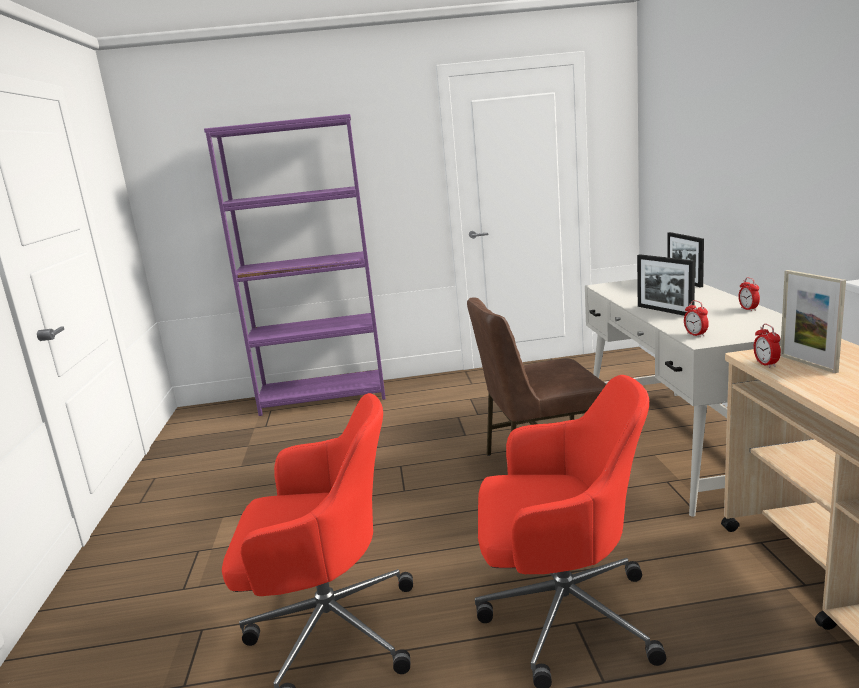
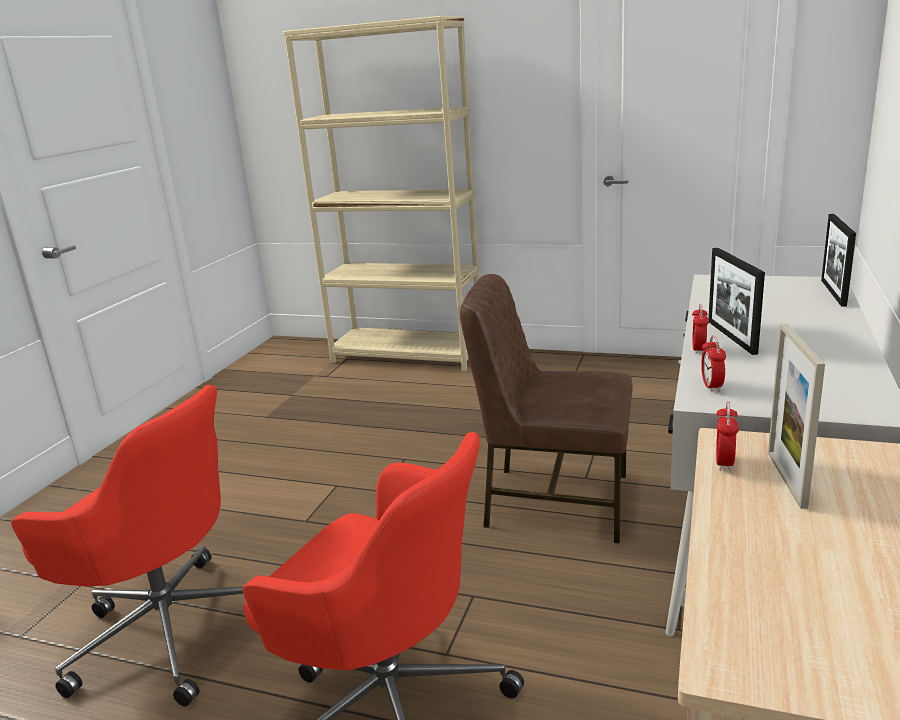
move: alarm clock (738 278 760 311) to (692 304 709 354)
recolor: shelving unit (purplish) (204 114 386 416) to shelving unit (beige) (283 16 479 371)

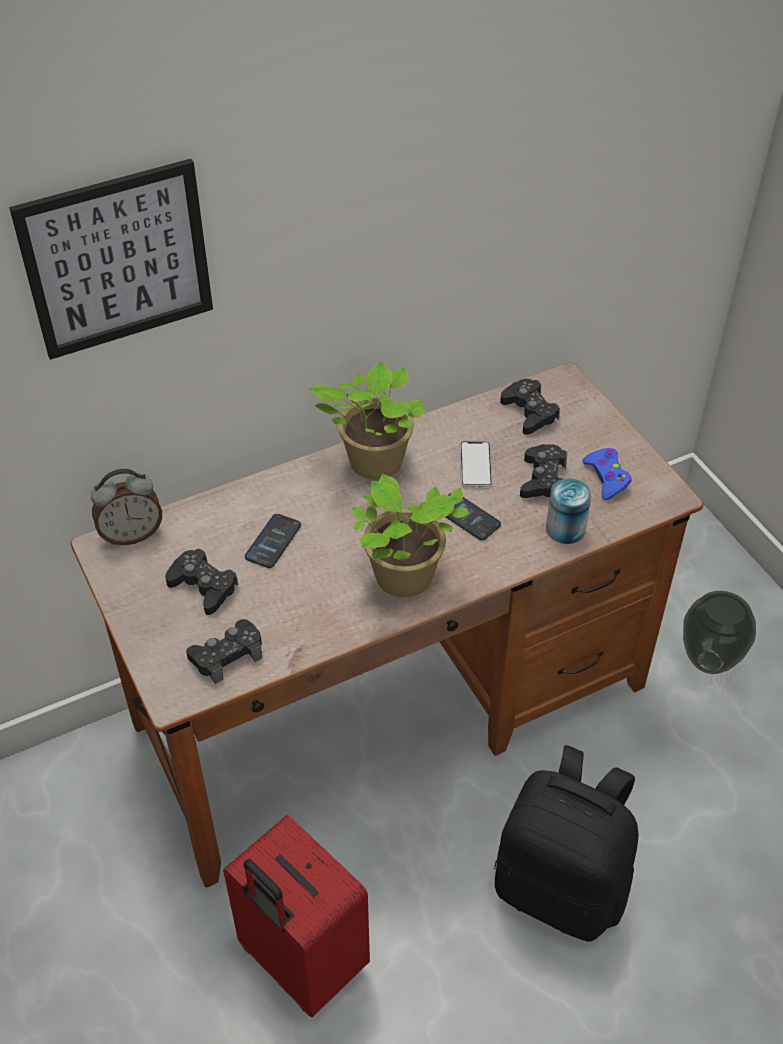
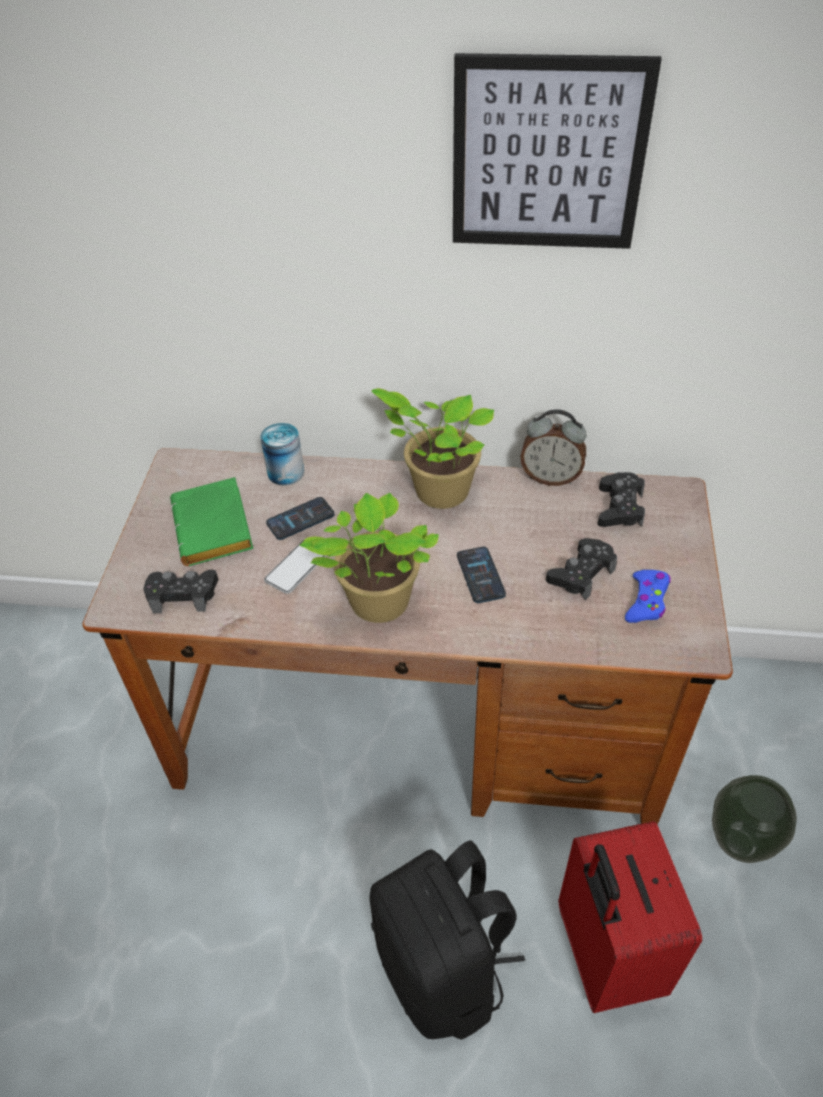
move: picture (9 159 213 360) to (453 53 662 249); telephone (460 441 492 487) to (264 540 327 594); alarm clock (91 469 162 545) to (521 409 586 486); can (546 478 592 544) to (260 423 304 485); travel case (red-coloured) (223 815 370 1017) to (558 821 702 1013)
replace: game controller (blackish) (165 549 238 615) to bound book (greenish) (170 477 253 566)

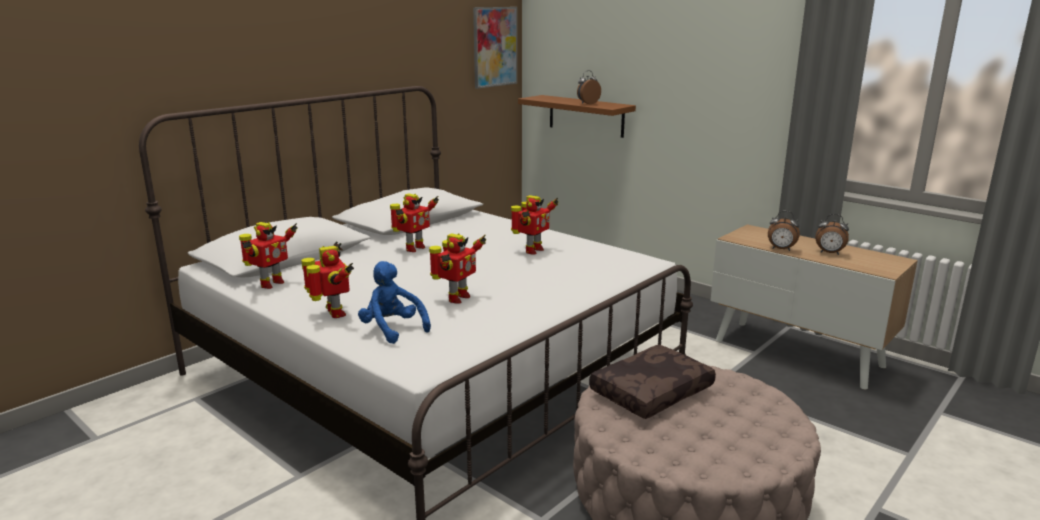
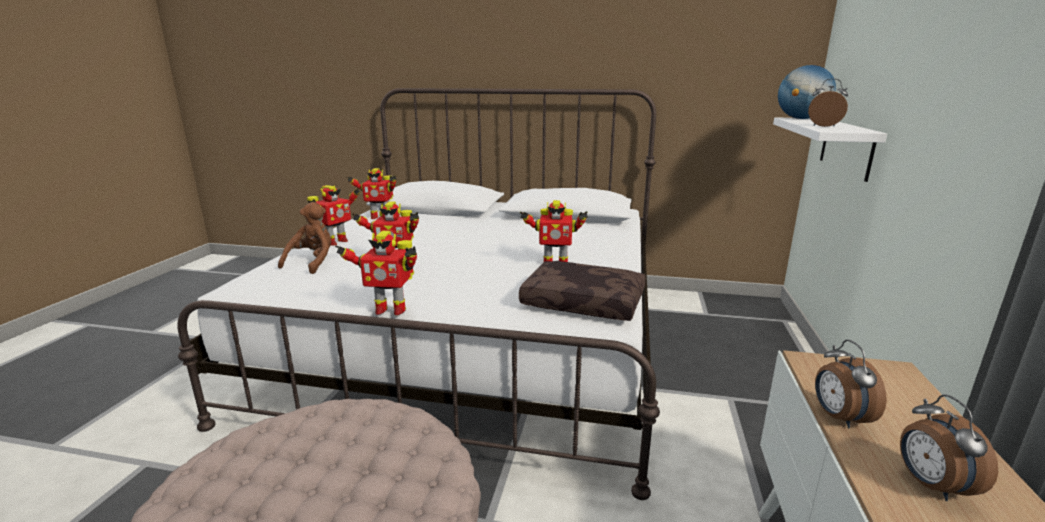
delete: picture (473 7 517 89)
insert: desk globe (778 65 836 119)
move: model robot (390 193 439 252) to (335 231 417 315); pillow (brown-coloured) (589 345 716 419) to (519 261 646 321)
recolor: shelf (brown-coloured) (518 95 636 138) to shelf (white-coloured) (773 118 887 182); cuddly toy (blue) (358 261 431 344) to cuddly toy (brown-coloured) (278 202 332 274)

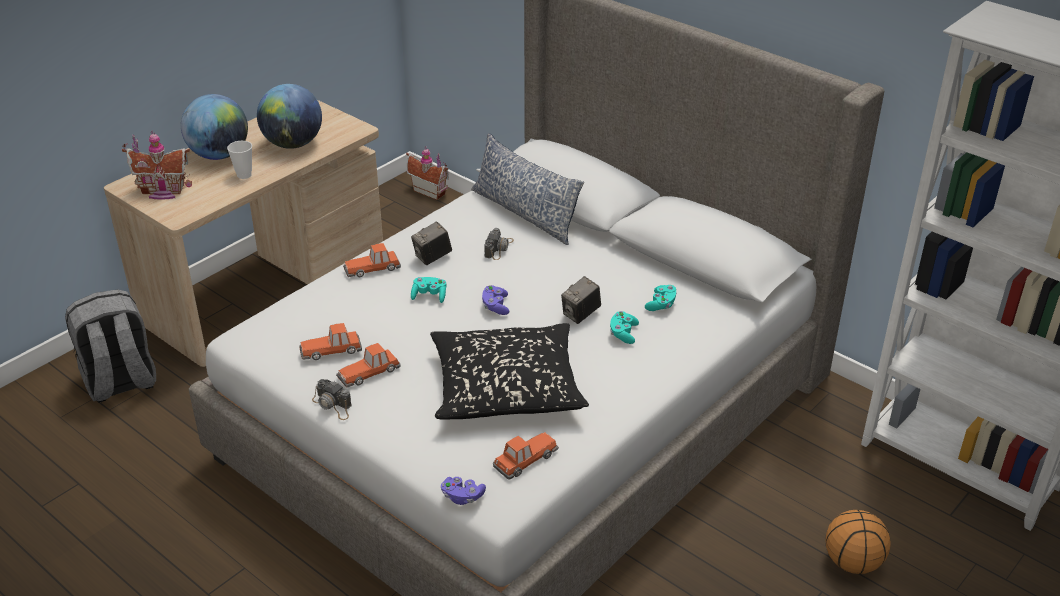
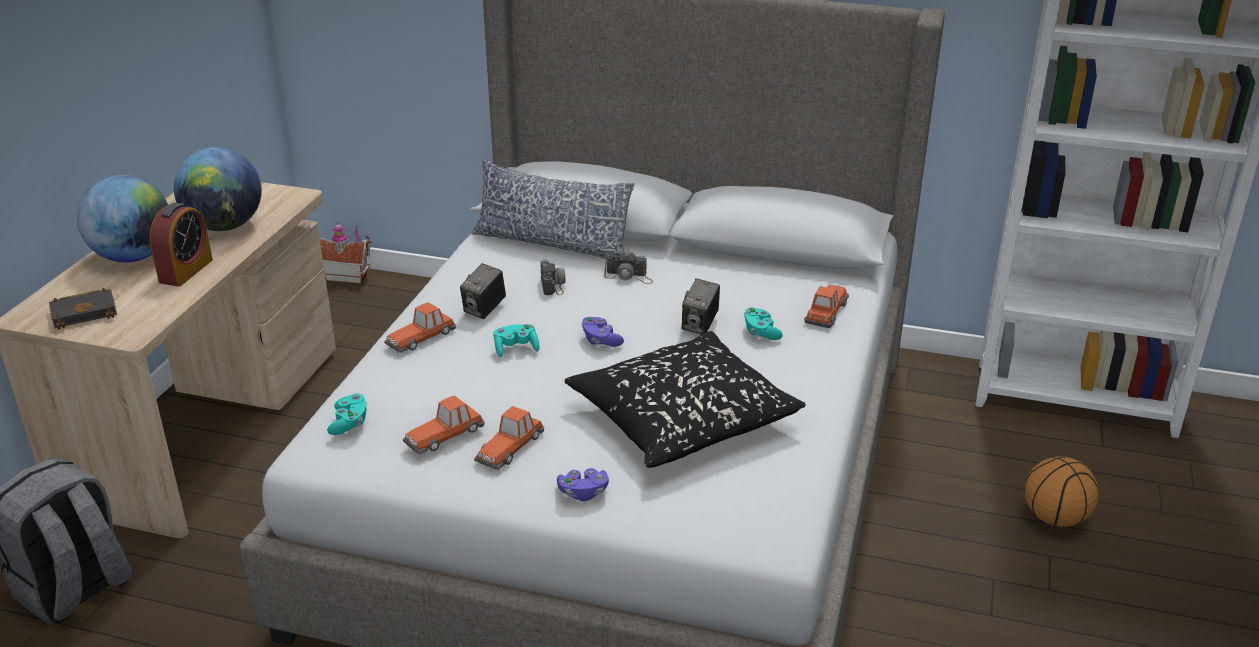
move: game controller (blue-green) (645 285 677 311) to (327 393 367 435); still camera (312 379 352 420) to (604 251 653 284); toy car (493 432 559 479) to (804 284 849 328); game controller (purplish) (441 477 486 505) to (557 468 609 501)
replace: miniature house (122 131 192 200) to bound book (blackish) (49 288 117 329); small cup (227 141 252 179) to alarm clock (150 203 213 287)

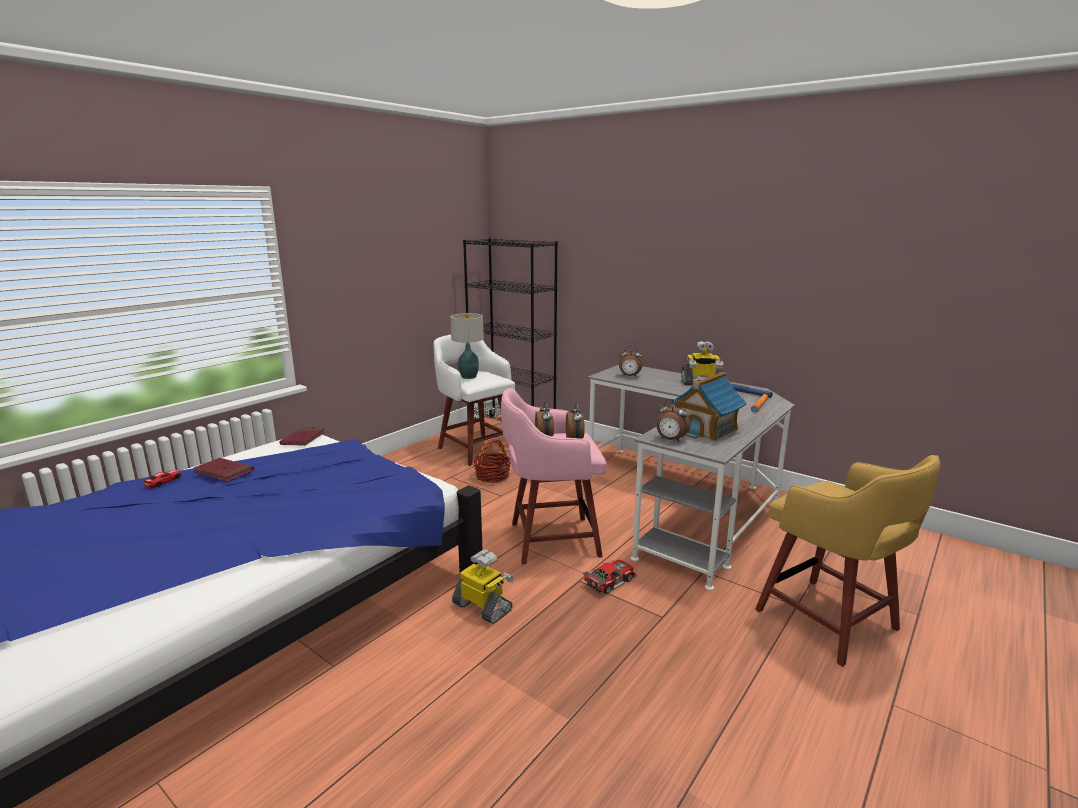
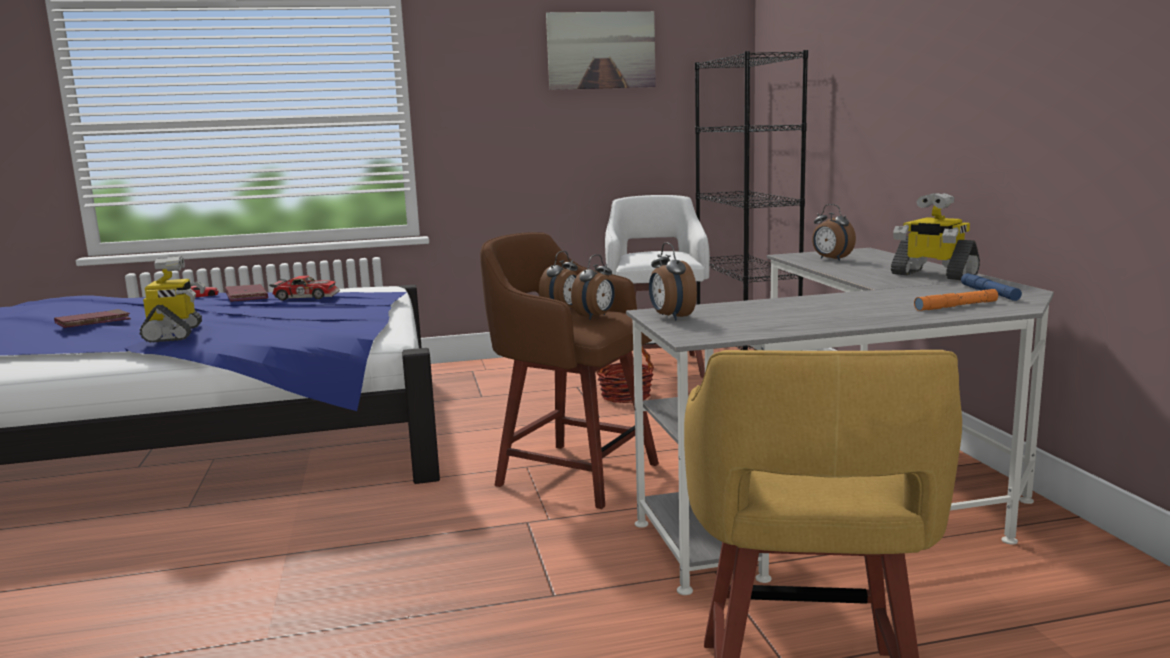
delete: table lamp (450 313 484 379); miniature house (670 372 747 441)
insert: picture (546 11 656 90)
move: bound book (red-coloured) (279 428 325 446) to (54 309 131 328); model robot (452 550 514 624) to (140 256 205 342); toy car (583 560 638 594) to (269 275 340 301)
recolor: stool seat (pink-coloured) (501 388 607 565) to stool seat (brown-coloured) (480 232 659 509)

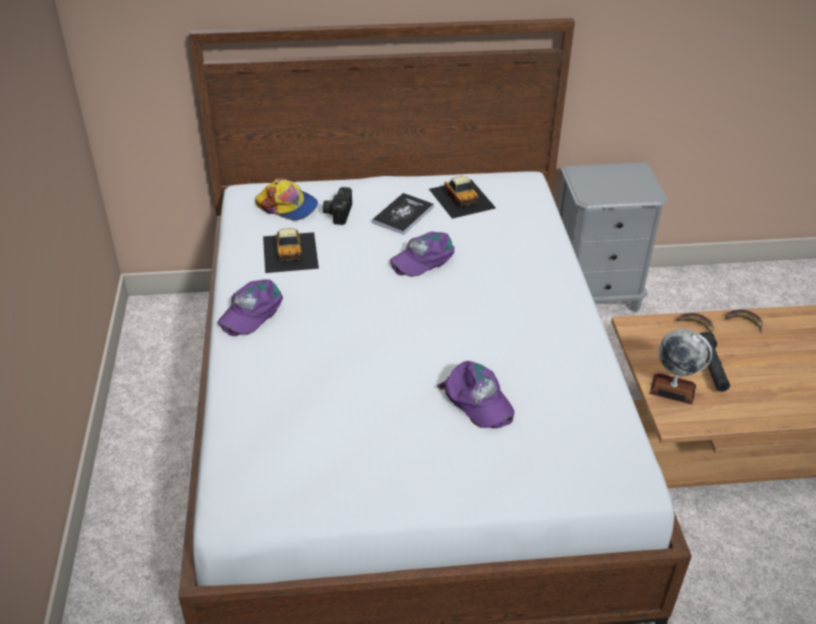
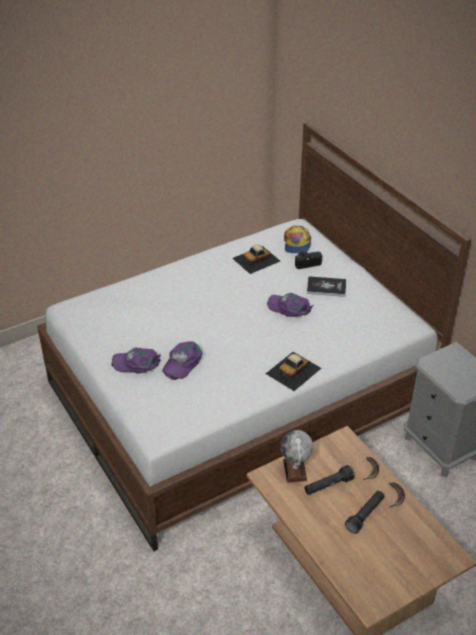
insert: torch (blackish) (345 491 384 534)
move: toy car (429 176 496 219) to (266 352 321 391); cap (purplish) (218 279 283 336) to (112 347 161 374)

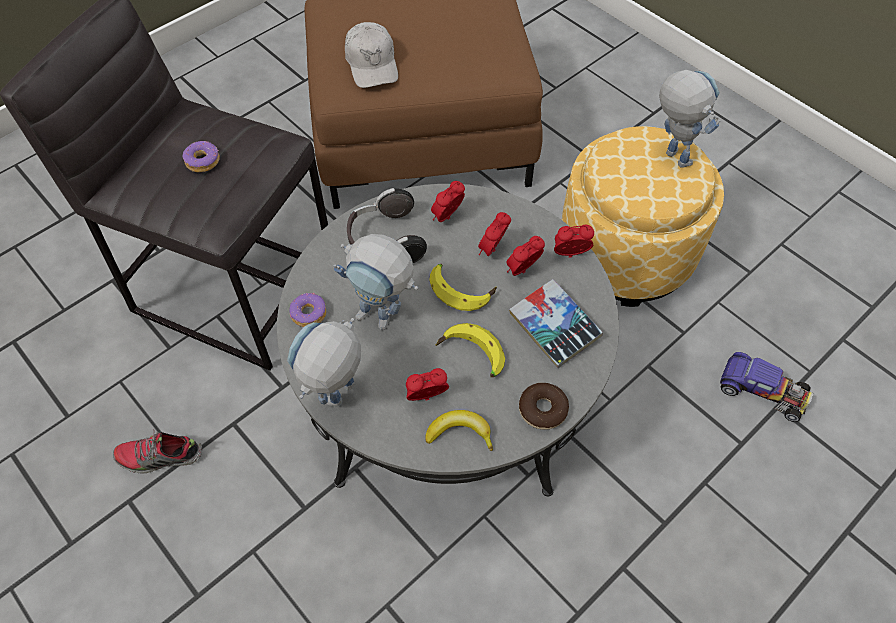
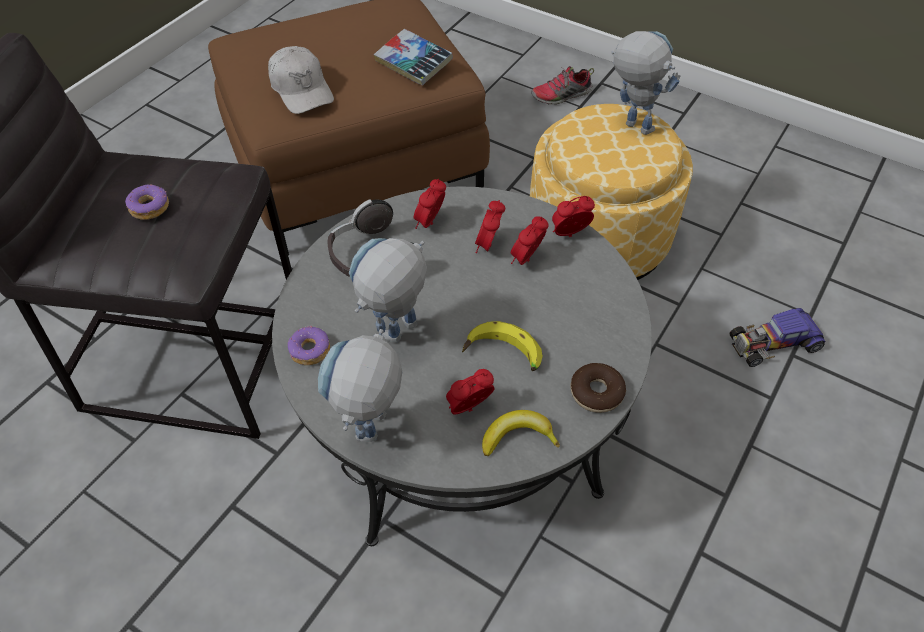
delete: whole banana (429 264 497 311)
move: bound book (509 279 603 368) to (374 29 453 86); low shoe (113 429 202 474) to (531 66 594 105)
rotate: model robot (334 234 418 330) = (349 238 427 343) 120 degrees clockwise; toy car (720 352 813 422) = (729 308 826 367) 150 degrees clockwise

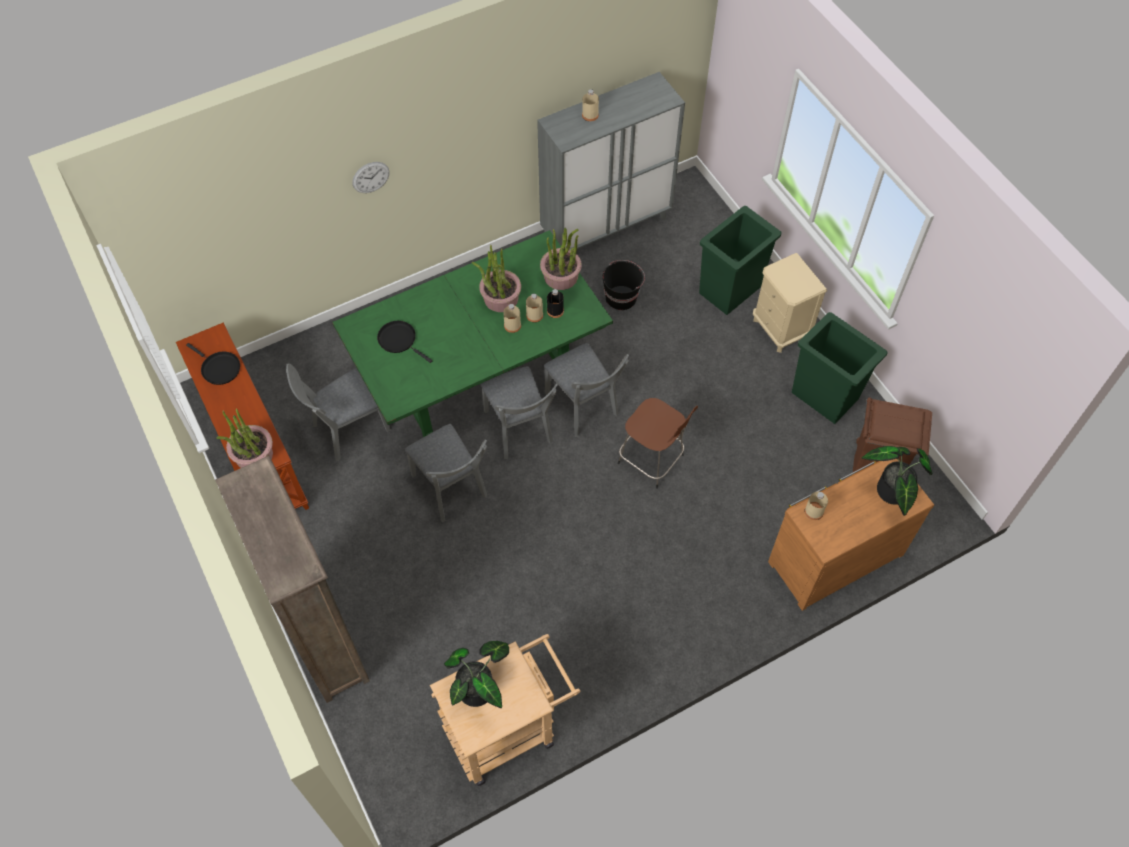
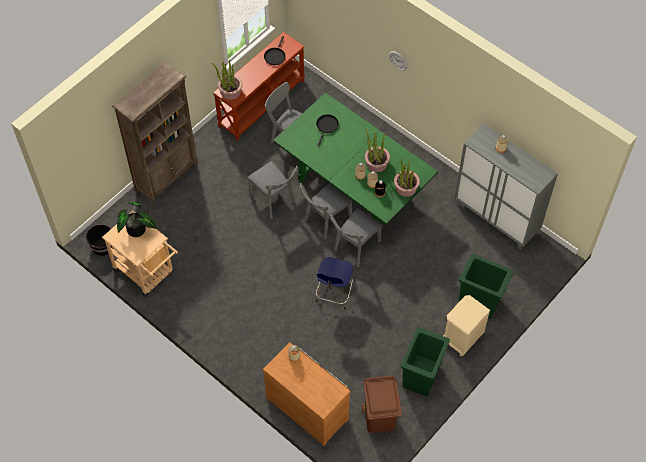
delete: plant in a pot (861 446 933 516)
move: water bucket (blackish) (603 260 645 310) to (86 224 112 256)
recolor: stool seat (brown-coloured) (618 398 698 489) to stool seat (blue) (316 257 353 309)
rotate: chair (greyish) (405 424 487 522) = (248 161 298 219) 75 degrees counterclockwise

